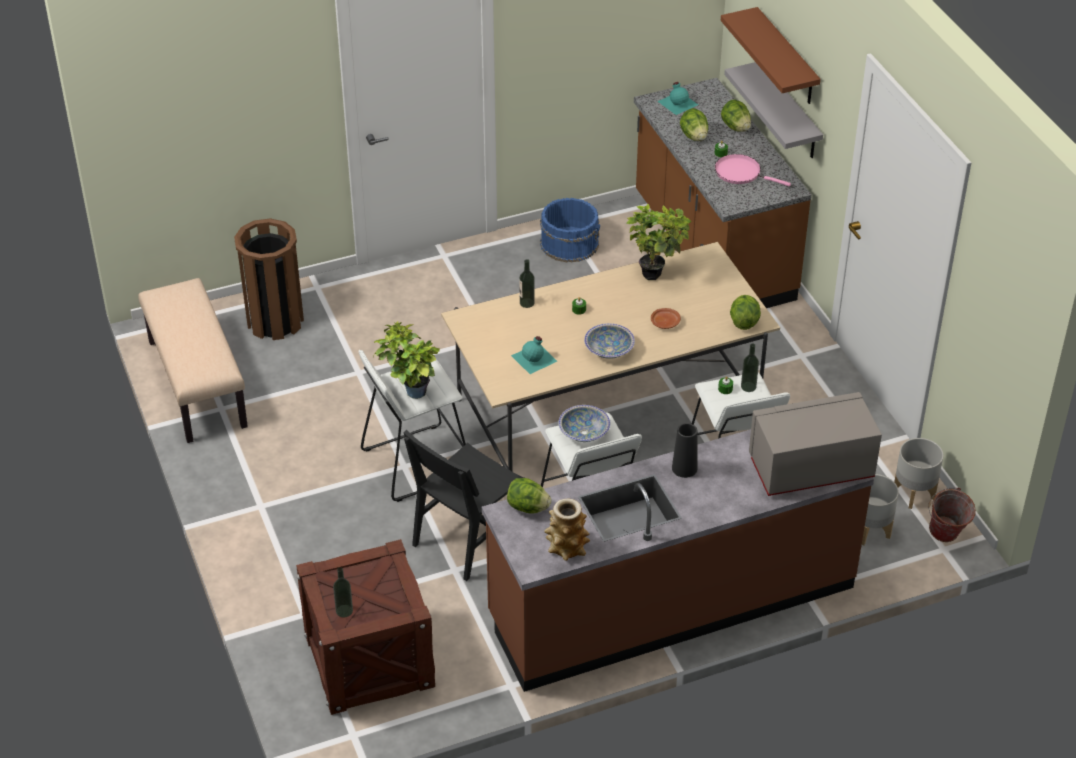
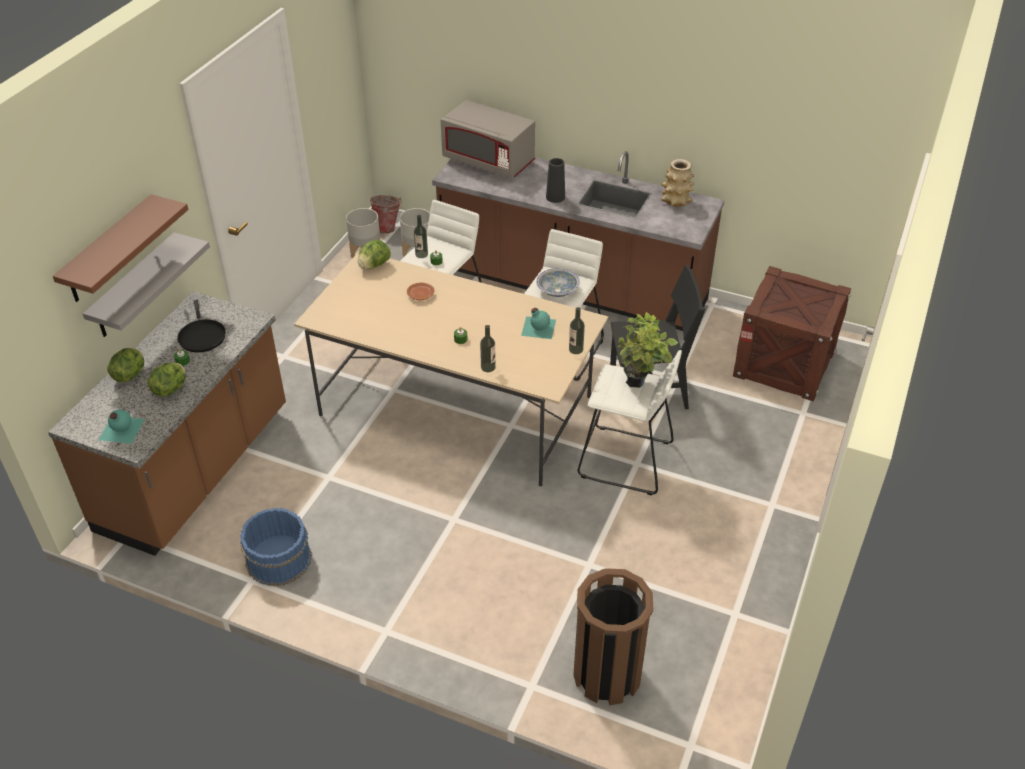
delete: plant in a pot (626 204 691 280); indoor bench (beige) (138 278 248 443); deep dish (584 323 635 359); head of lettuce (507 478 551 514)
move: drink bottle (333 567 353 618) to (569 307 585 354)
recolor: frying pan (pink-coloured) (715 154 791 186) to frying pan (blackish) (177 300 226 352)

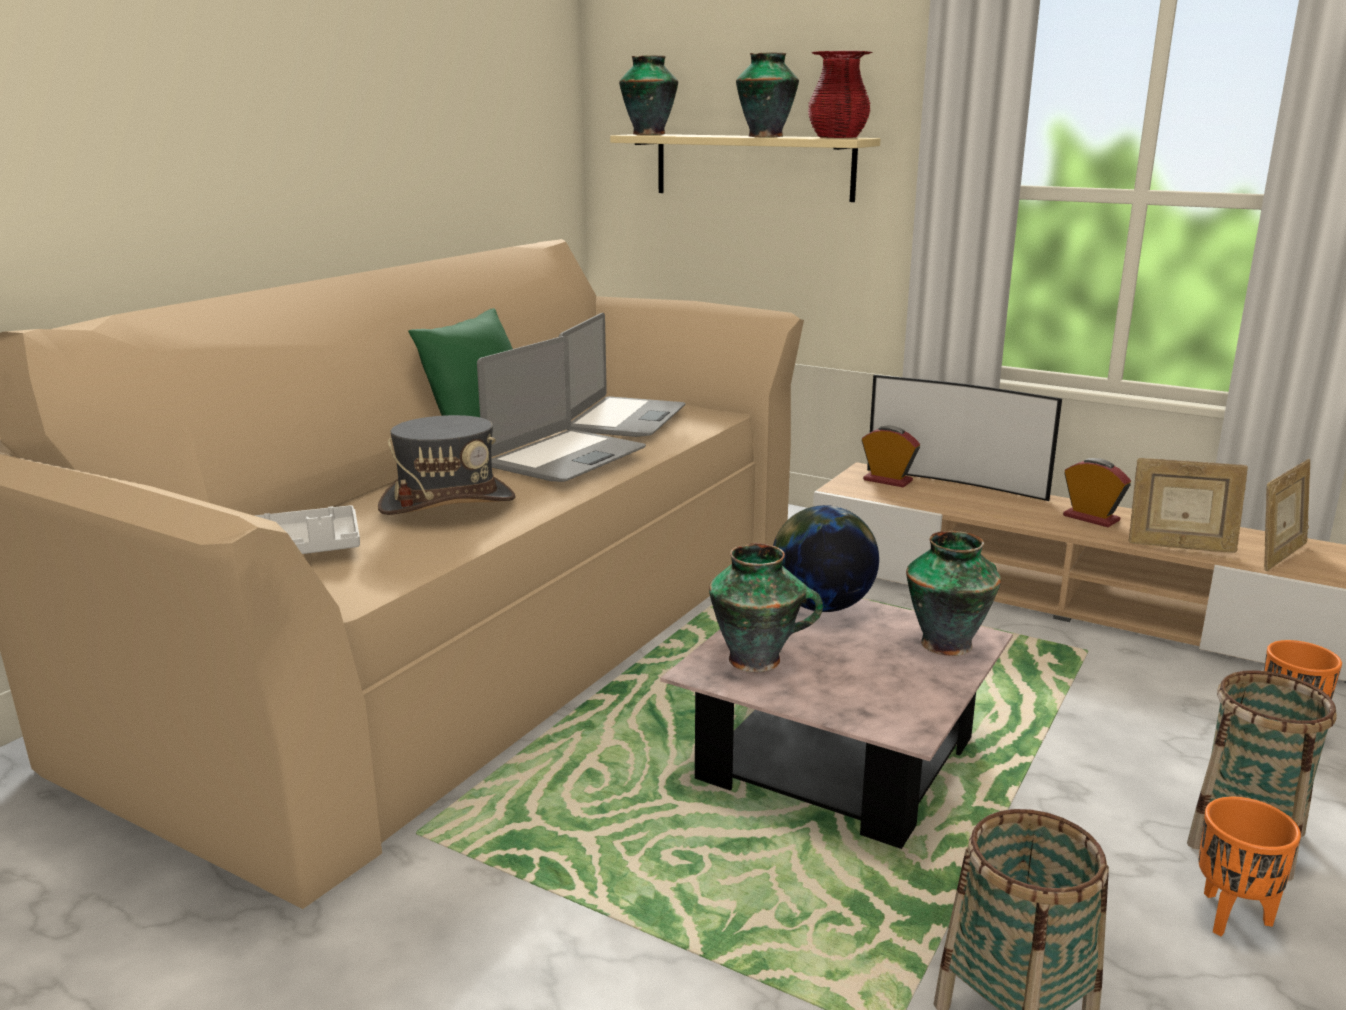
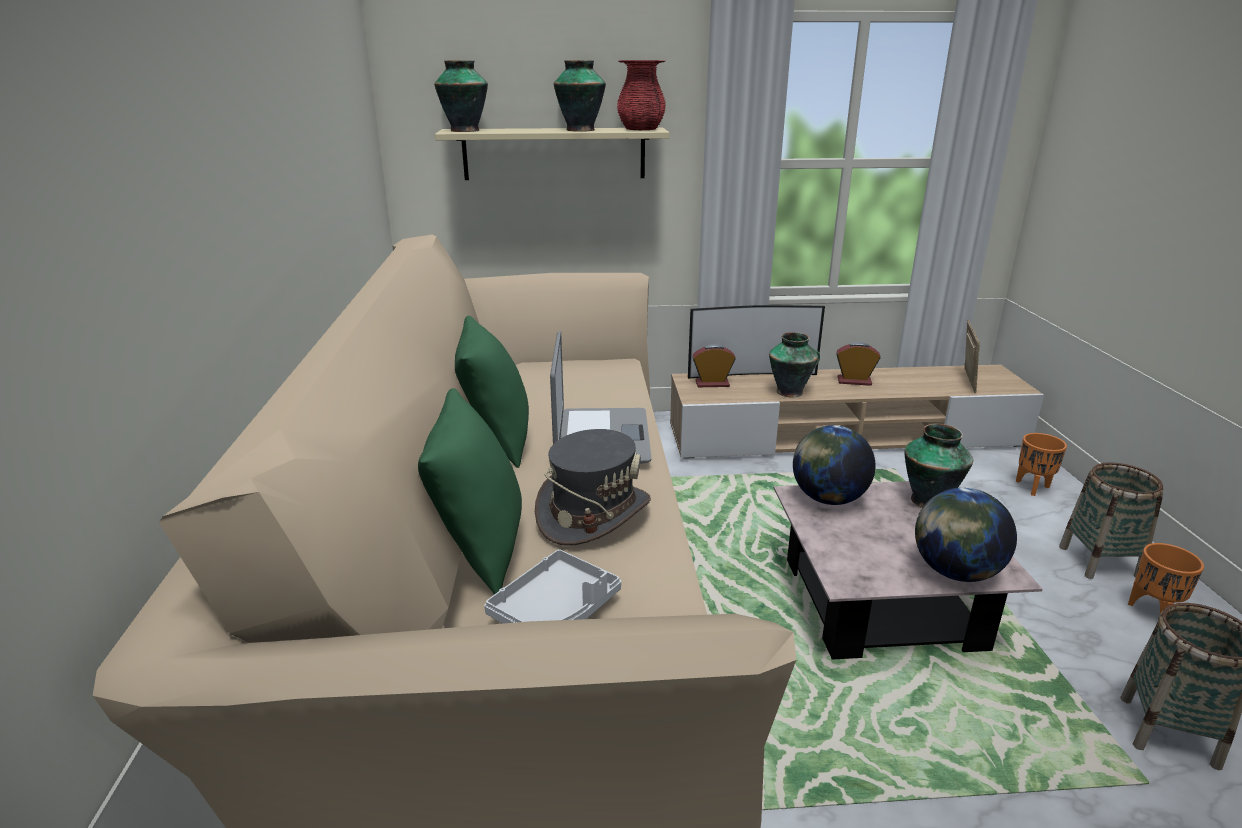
delete: notebook computer (559 313 685 437); photo frame (1128 458 1248 553)
insert: pillow (greenish) (418 388 522 594); desk globe (915 488 1017 582)
move: vase (709 543 823 672) to (769 332 820 397)

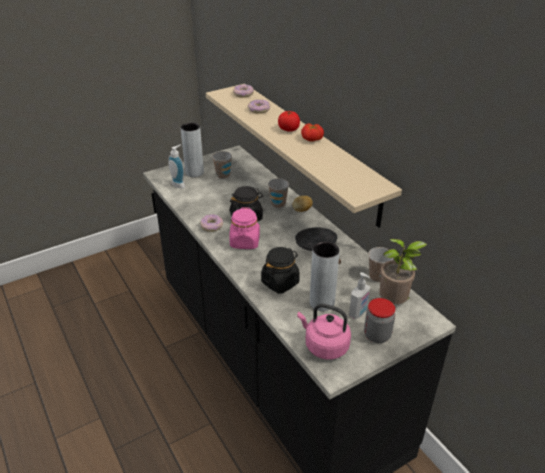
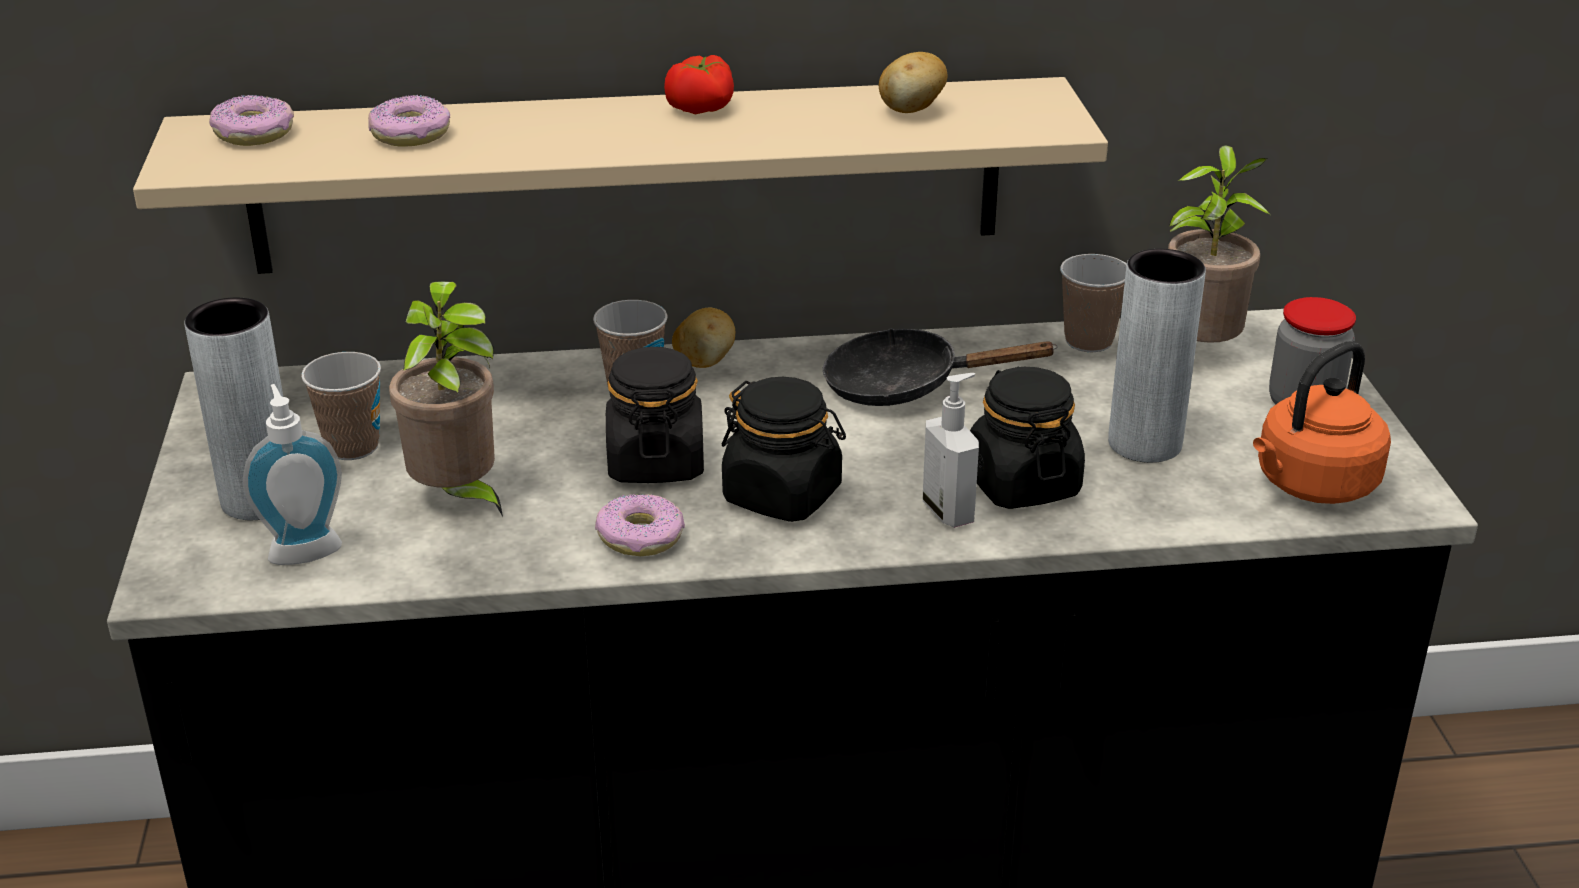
delete: tomato (278 111 300 132)
insert: potato (879 52 948 113); plant in a pot (389 281 503 517)
move: liquid soap bottle (349 272 370 319) to (923 373 979 528)
recolor: preserve jar (pink-coloured) (229 207 260 249) to preserve jar (blackish) (722 377 846 522); water kettle (pink-coloured) (297 303 351 360) to water kettle (orange) (1253 341 1391 504)

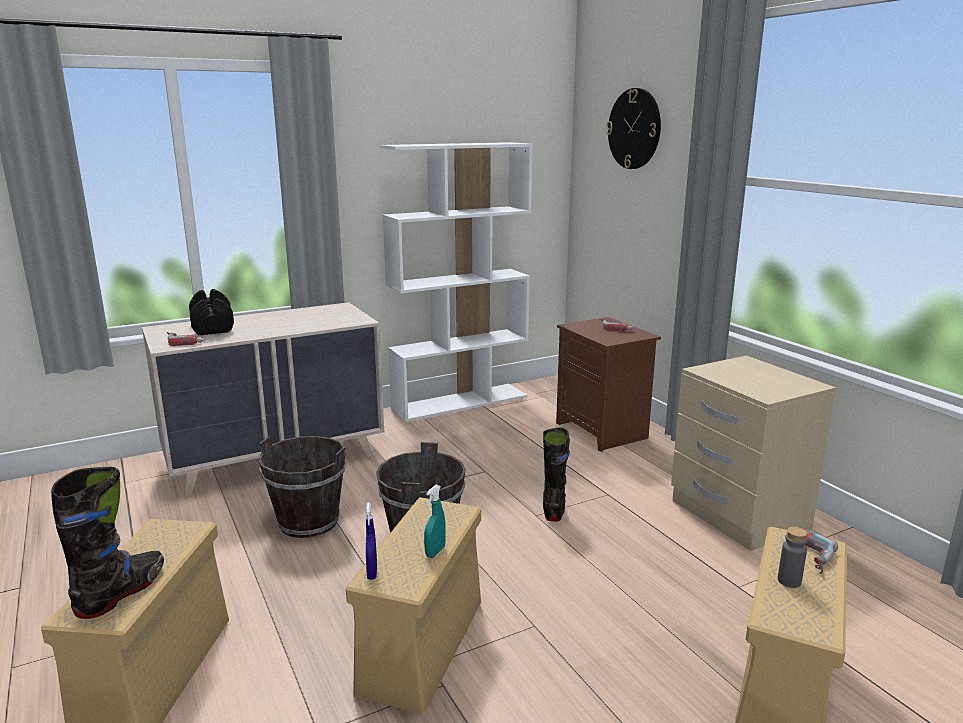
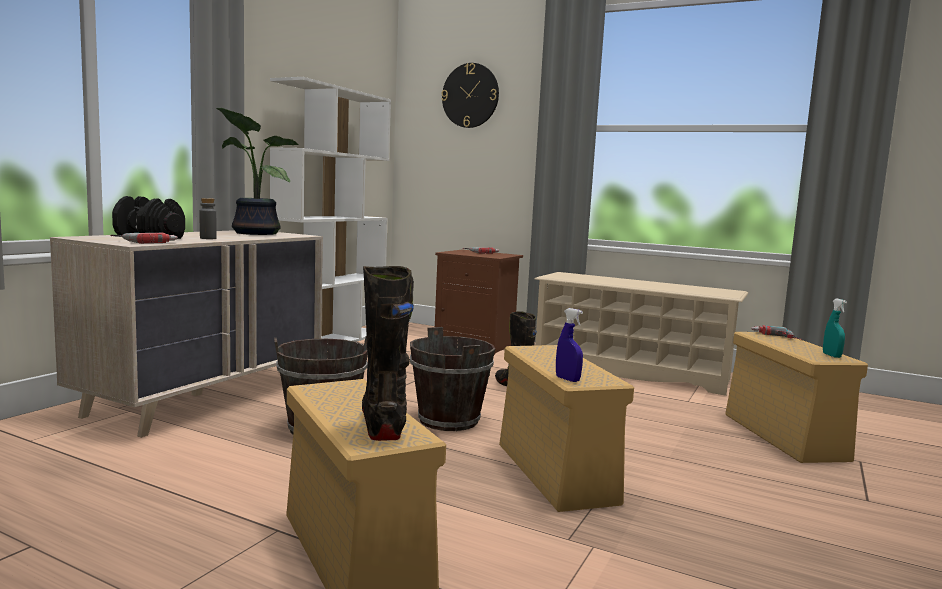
insert: plant in a pot (216 108 298 235)
move: hand sprayer (blue-green) (424 485 446 558) to (823 299 847 358); drink bottle (greyish) (778 527 807 588) to (200 198 217 239)
replace: nightstand (beige) (671 356 836 551) to shoe shelf (beige) (535 272 748 396)

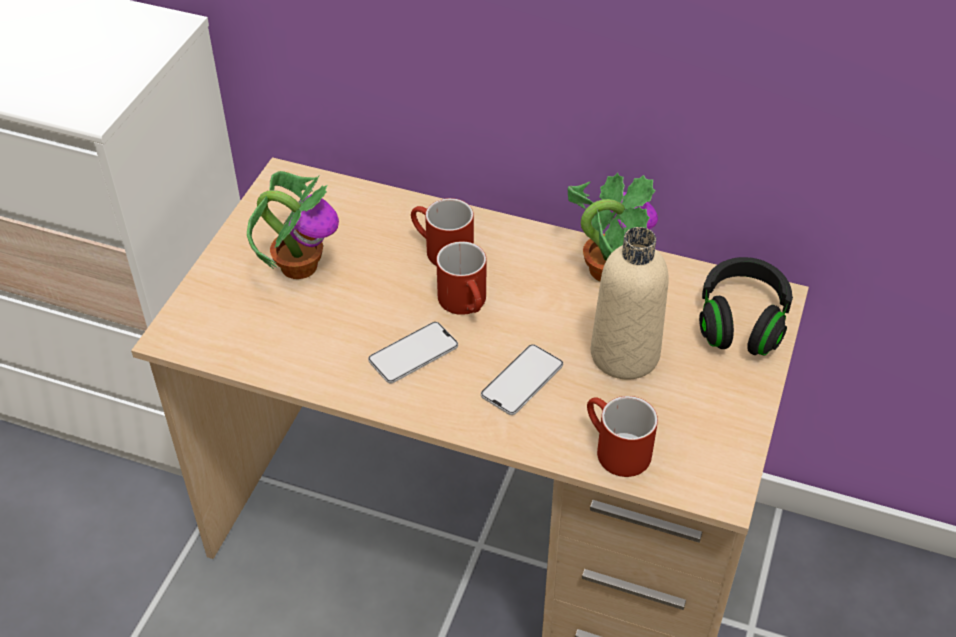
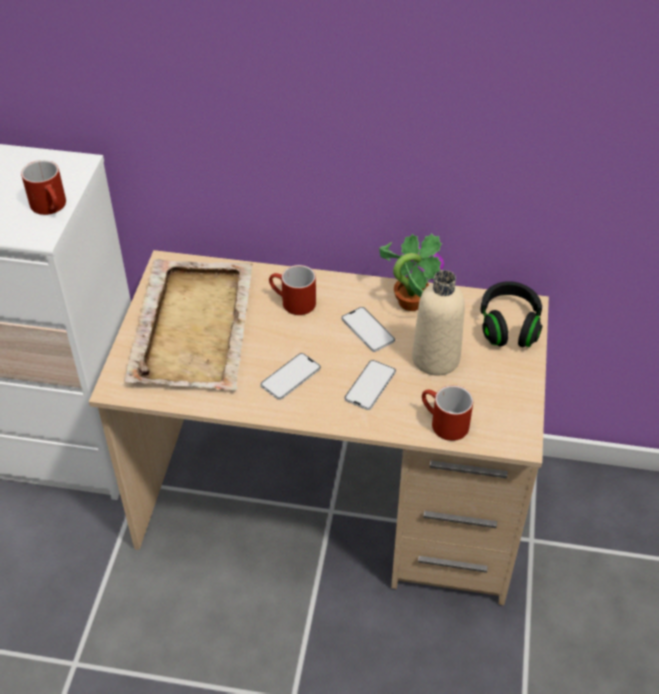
insert: telephone (341 307 395 352)
move: tea mug (red-coloured) (436 241 486 315) to (21 160 66 215)
replace: plant in a pot (247 171 339 279) to serving tray (beige) (125 259 253 390)

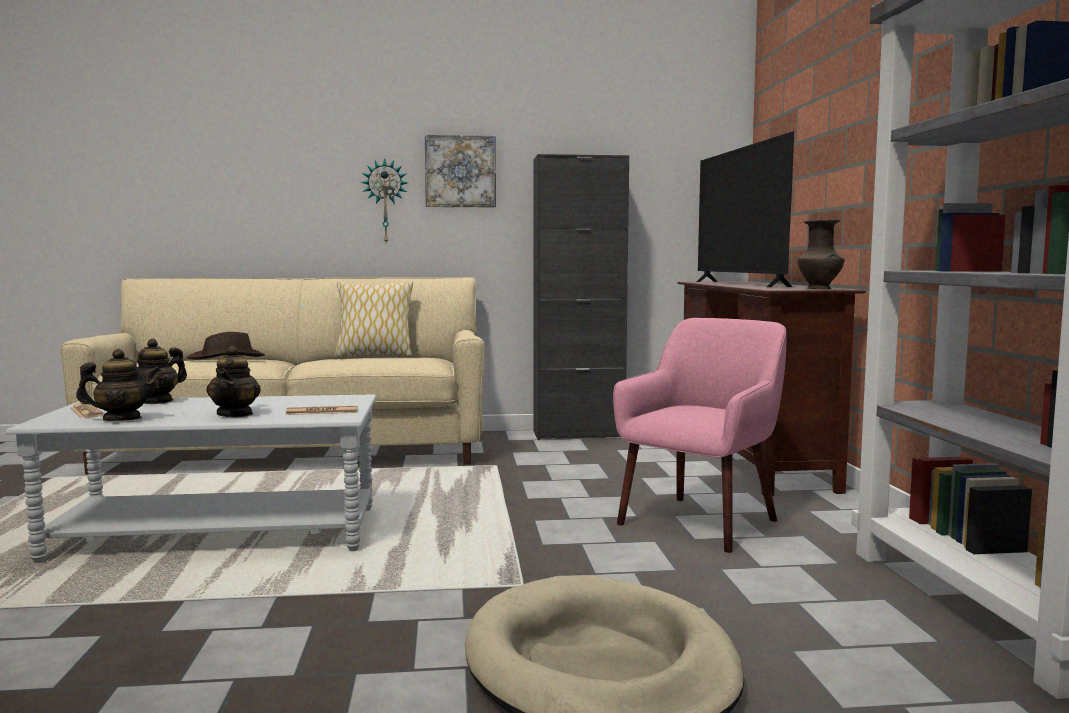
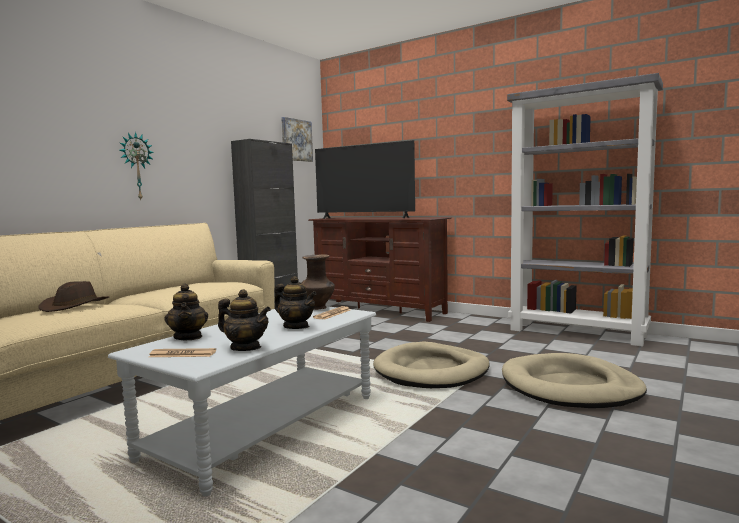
delete: pillow (334 281 413 358); lounge chair (pink-coloured) (613 318 786 553)
insert: pet bed (beige) (373 342 490 388)
move: picture (425 135 496 207) to (281 117 313 162); vase (brown-coloured) (798 219 845 289) to (302 254 335 310)
rotate: tea pot (76 349 161 421) = (218 289 271 351) 90 degrees clockwise

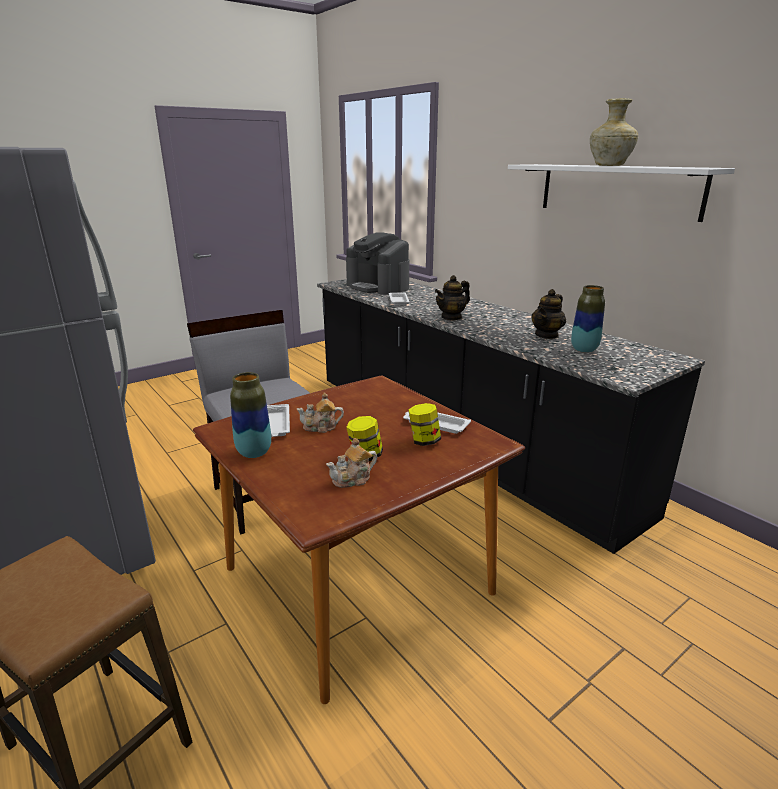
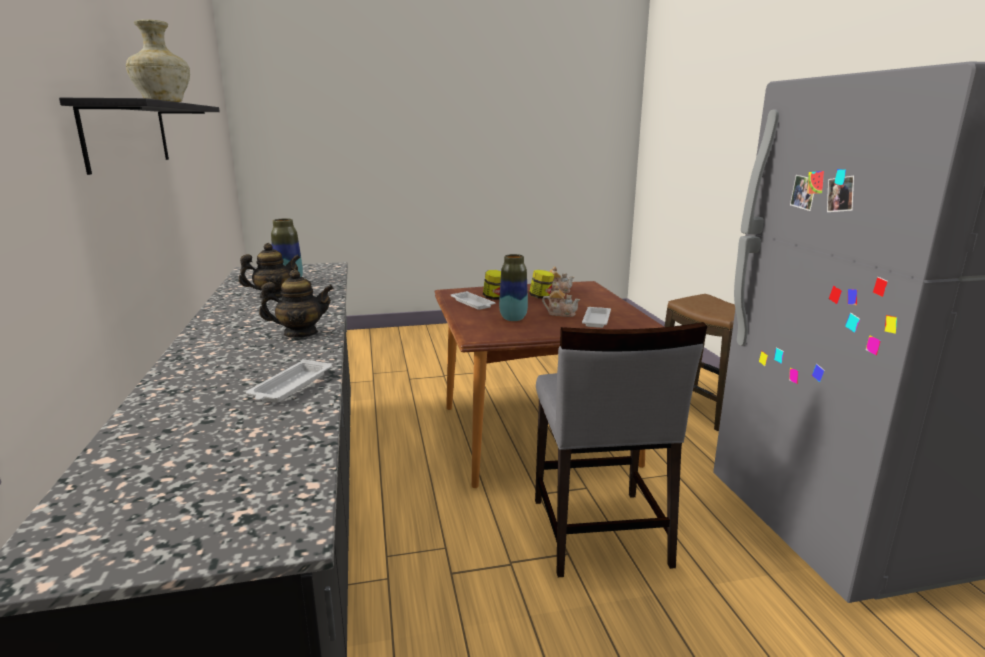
delete: coffee maker (346 232 409 295)
move: vase (230 372 271 458) to (499 254 528 321)
recolor: shelf (white-coloured) (508 164 735 222) to shelf (blackish) (59 98 220 175)

